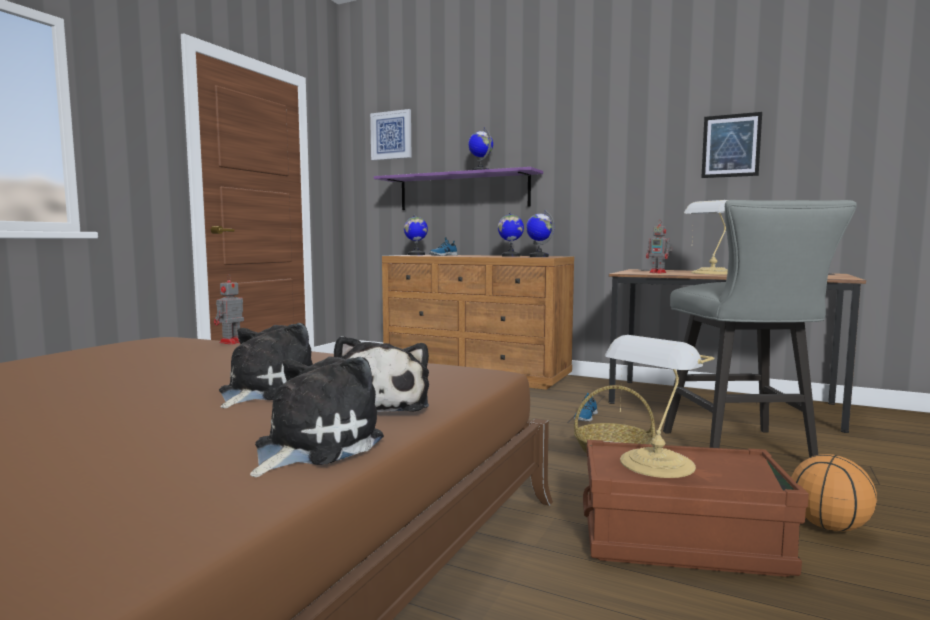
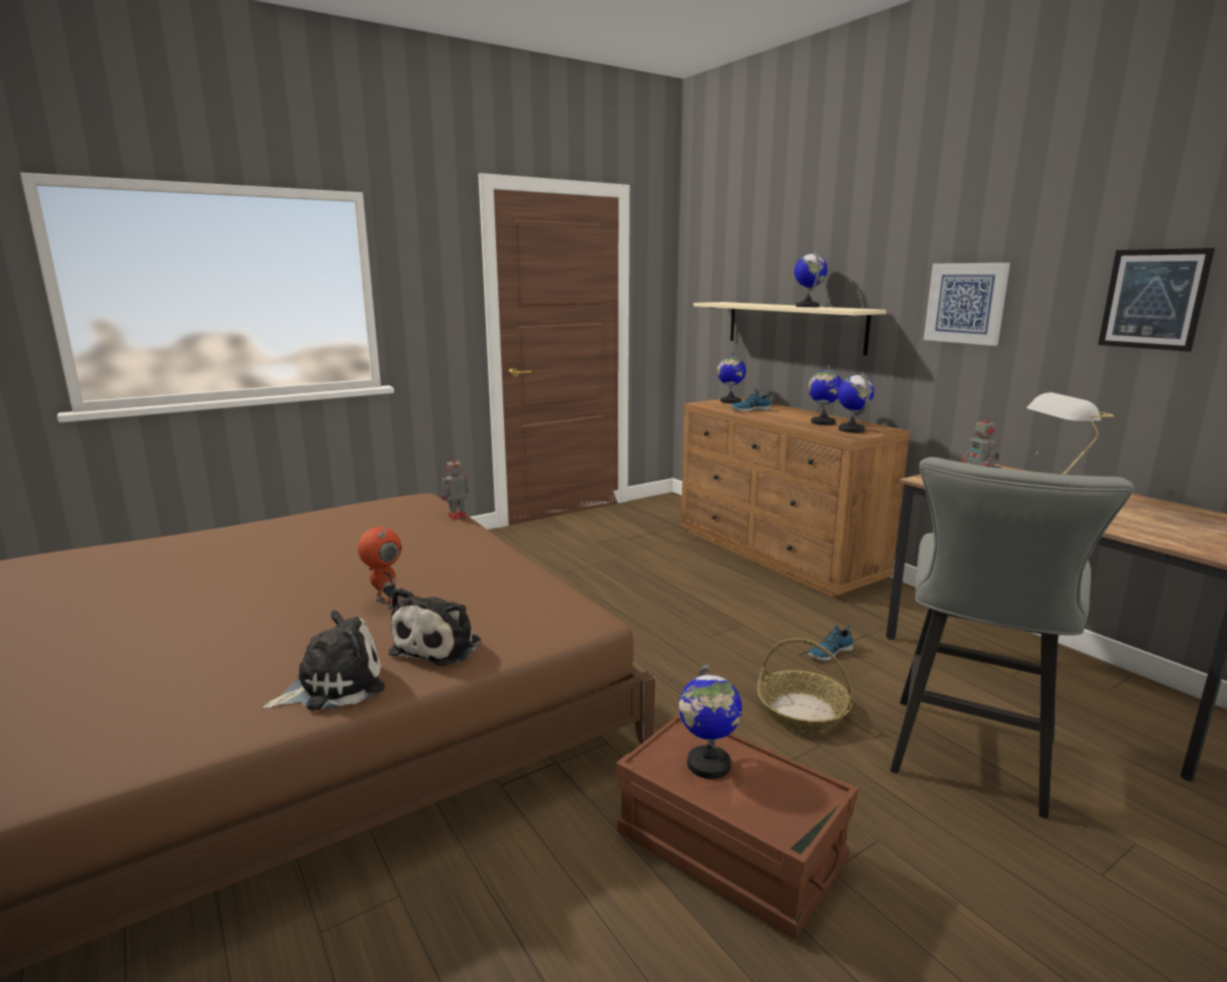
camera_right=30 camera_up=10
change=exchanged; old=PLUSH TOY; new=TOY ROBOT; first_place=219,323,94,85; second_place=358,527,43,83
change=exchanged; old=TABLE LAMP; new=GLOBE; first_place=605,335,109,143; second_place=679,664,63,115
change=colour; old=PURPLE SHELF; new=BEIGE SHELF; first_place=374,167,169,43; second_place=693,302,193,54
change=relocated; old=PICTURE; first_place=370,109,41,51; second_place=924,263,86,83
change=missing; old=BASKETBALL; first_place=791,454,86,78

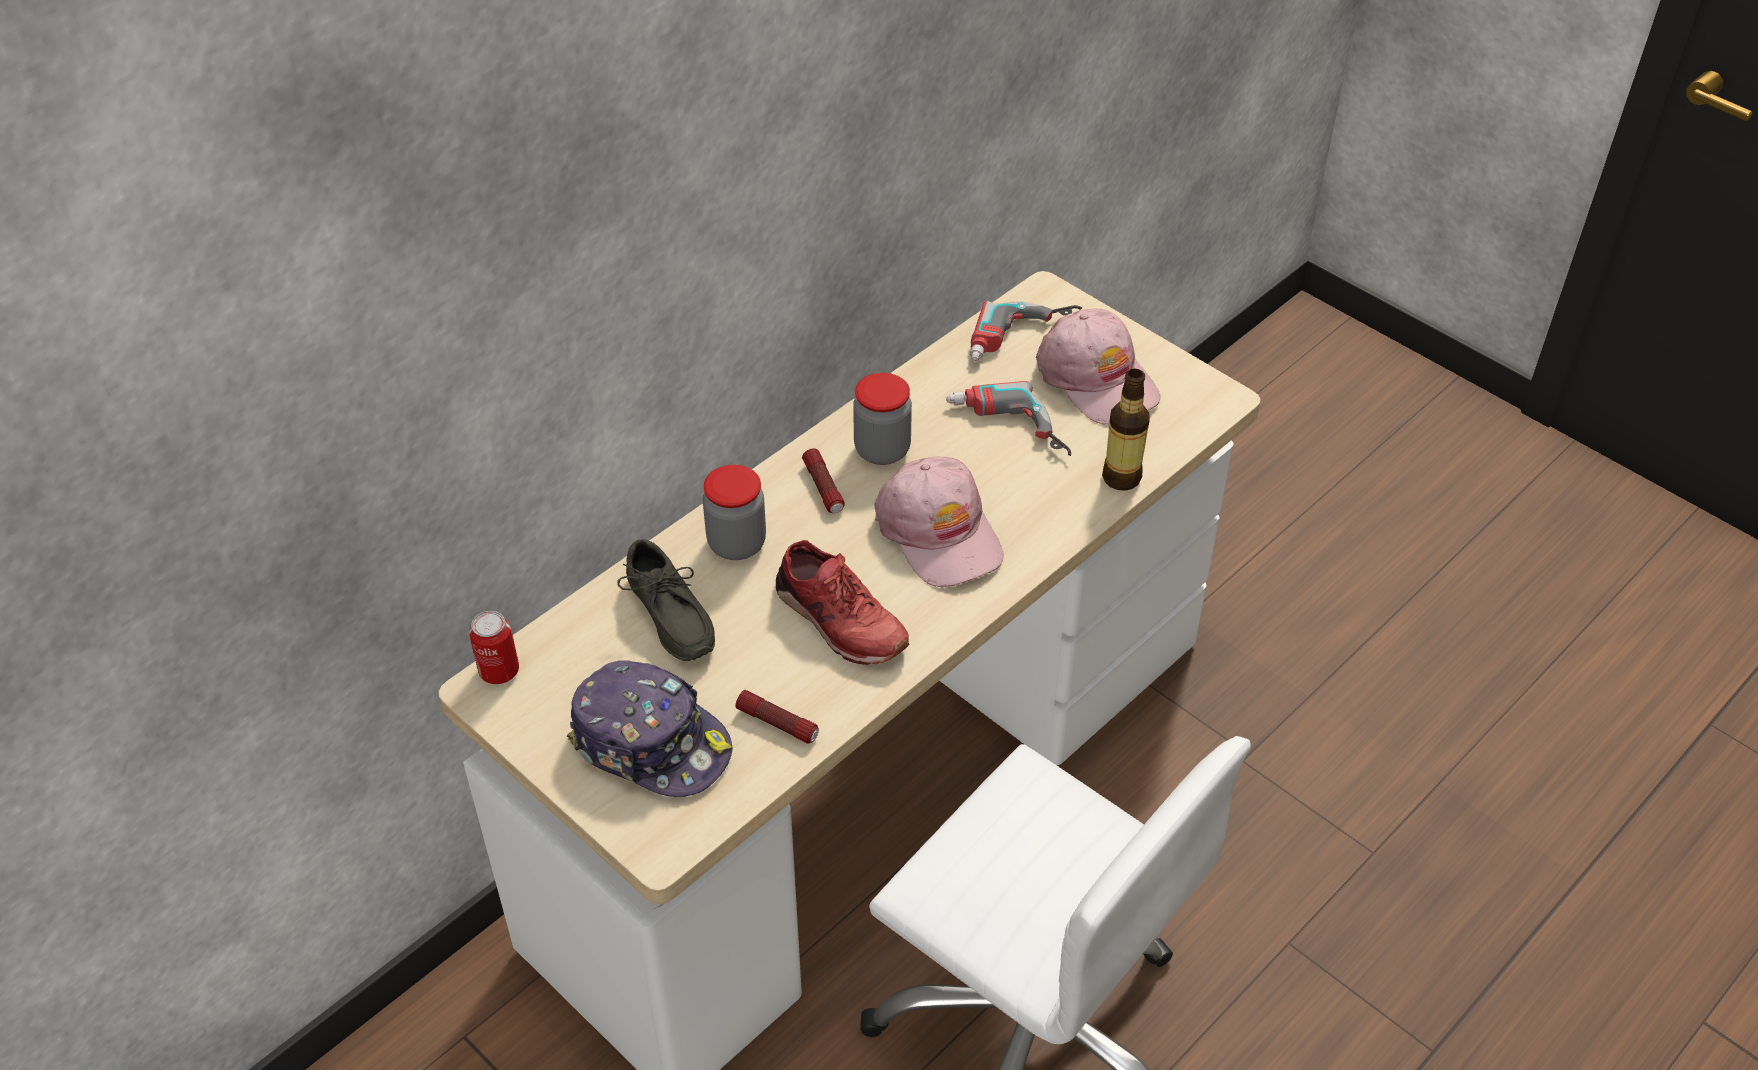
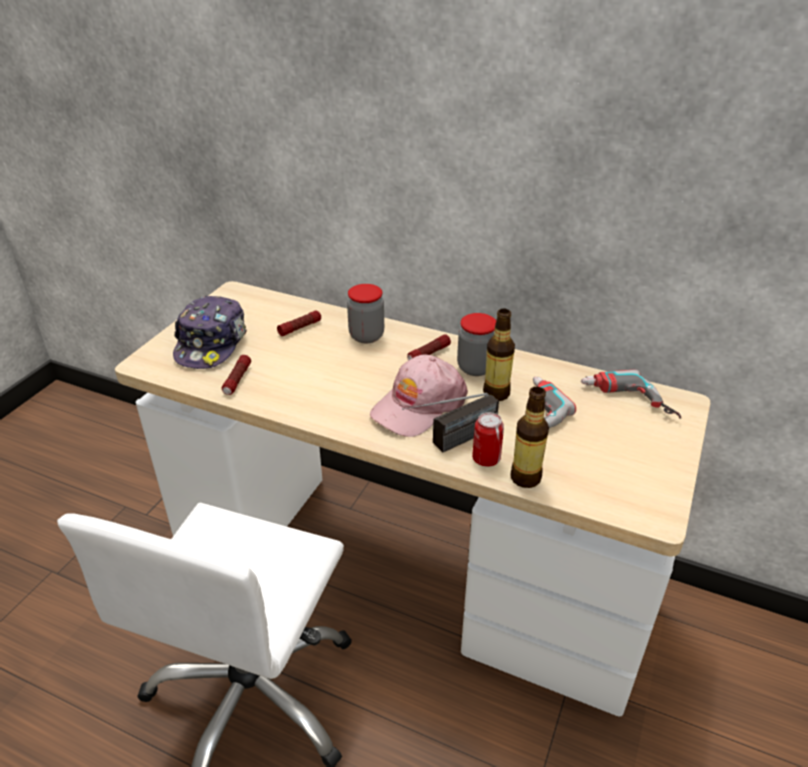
camera_right=70 camera_up=-10
change=exchanged; old=GREY SHOE; new=FLASHLIGHT; first_place=617,539,98,122; second_place=277,310,44,26
change=appeared; new=RADIO; second_place=402,393,97,59
change=relocated; old=CAN; first_place=469,611,50,73; second_place=472,412,32,55
change=appeared; new=BOTTLE; second_place=483,309,32,92
change=missing; old=RED SHOE; first_place=776,540,133,125
change=missing; old=PINK CAP; first_place=1036,309,124,116

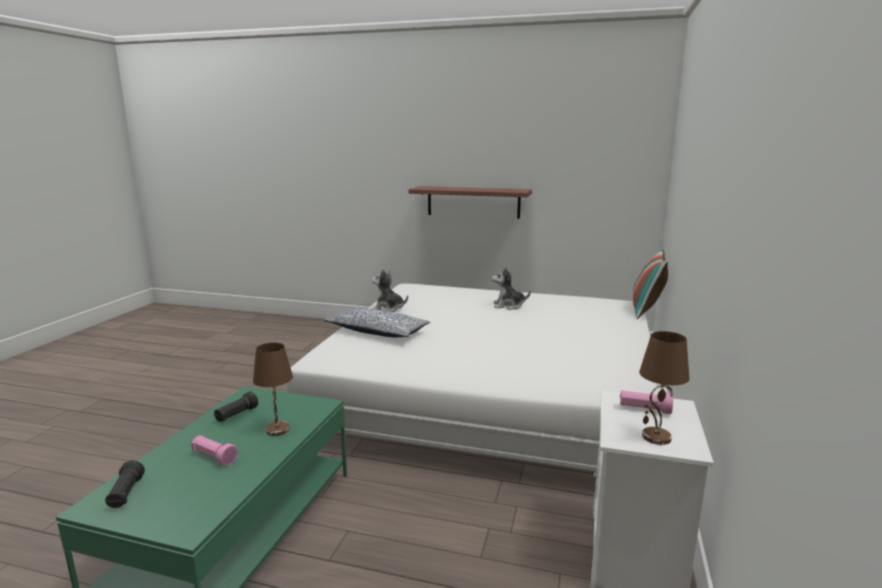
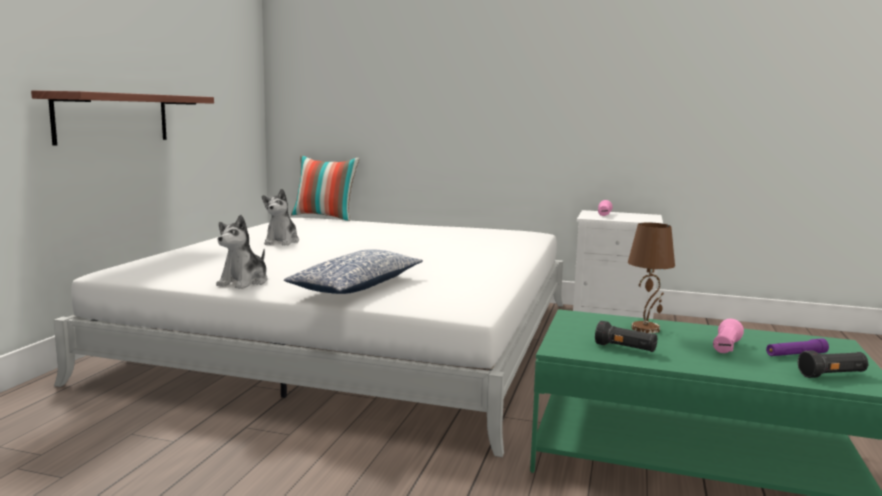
camera_right=-90 camera_up=-5
change=appeared; new=PURPLE FLASHLIGHT; second_place=766,338,63,18
change=missing; old=BROWN TABLE LAMP; first_place=639,331,50,114

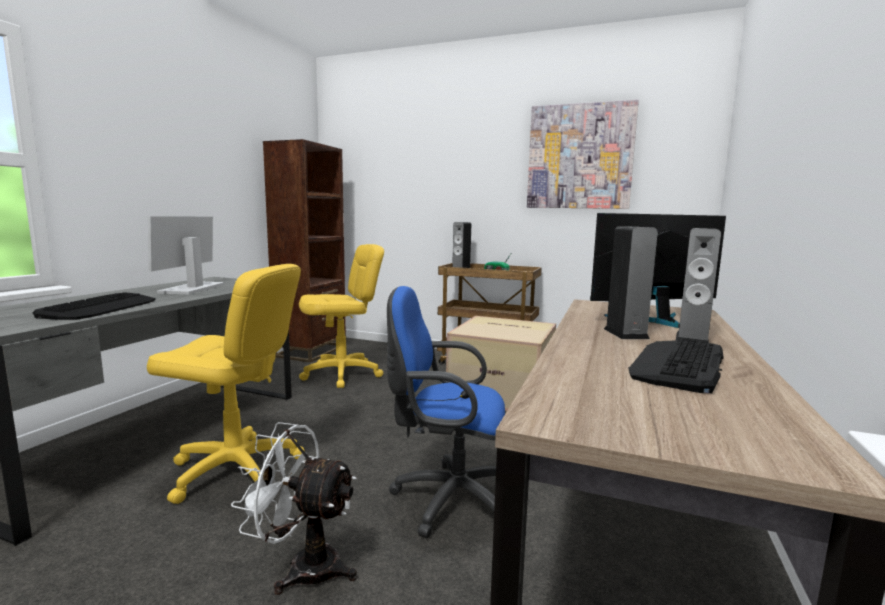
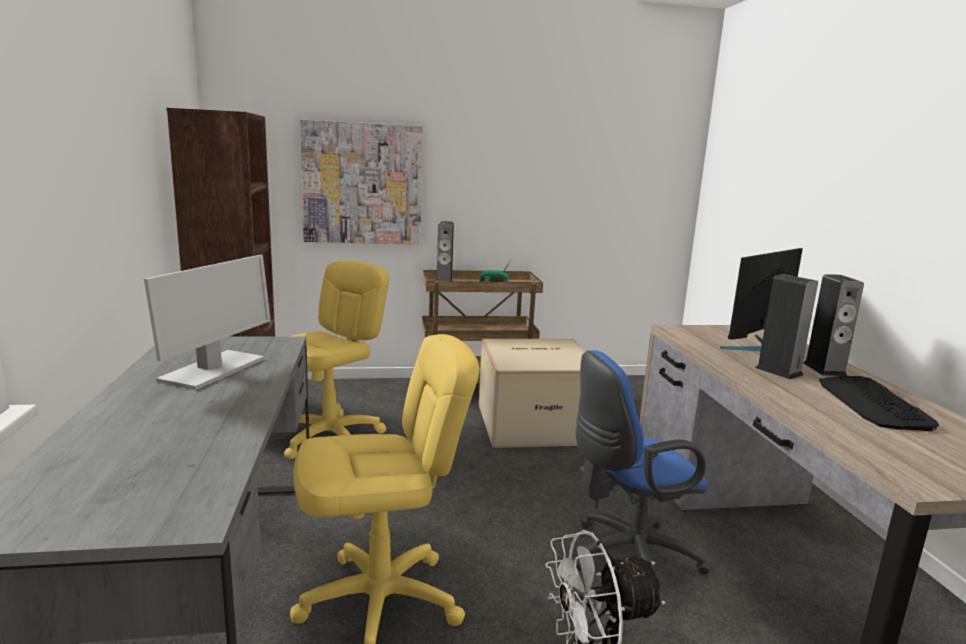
camera_right=-30 camera_up=5
change=spun; old=MONITOR; first_place=148,216,77,78; second_place=144,255,127,135; degrees=-135
change=relocated; old=PICTURE; first_place=527,100,112,109; second_place=300,119,123,125
change=missing; old=KEYBOARD; first_place=33,292,123,28

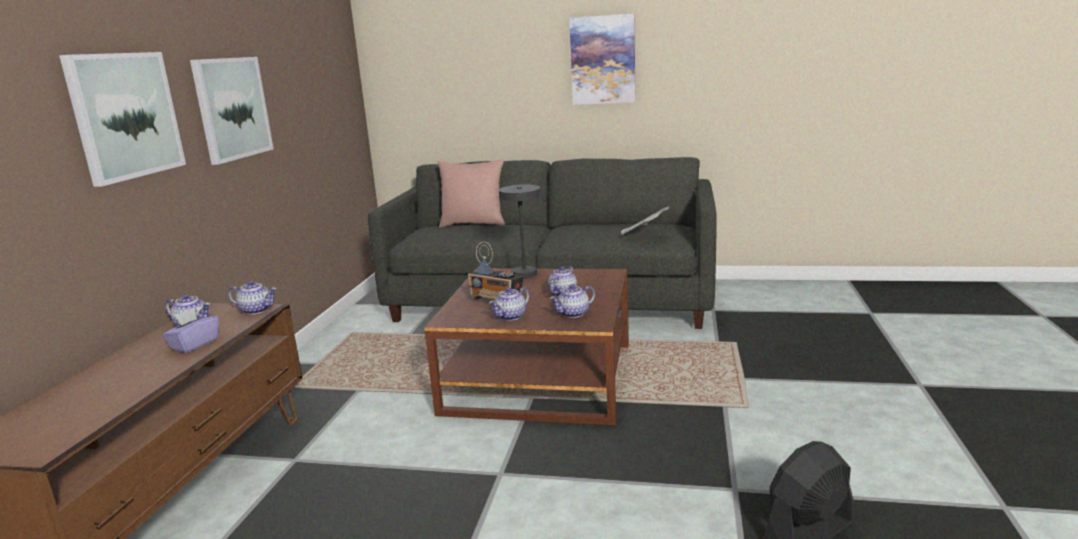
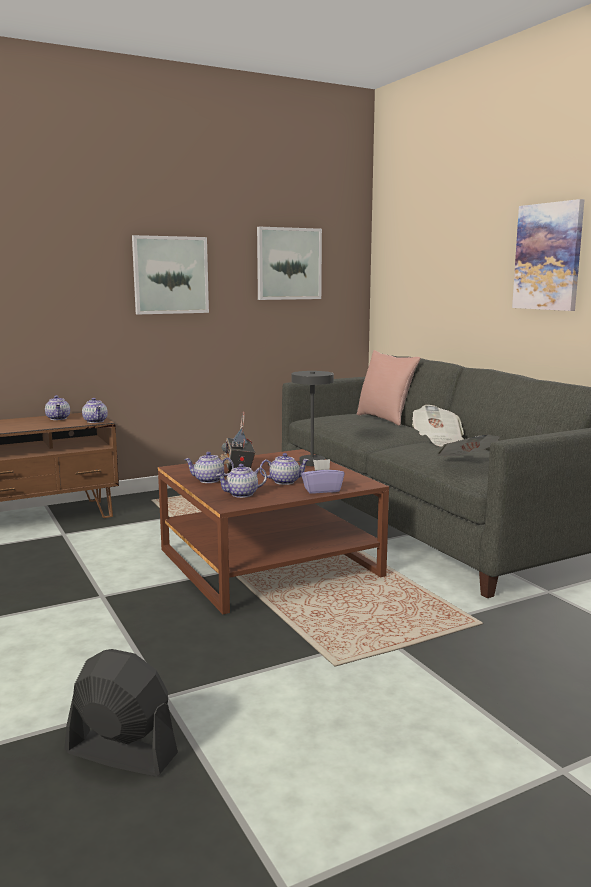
camera_right=50 camera_up=-5
change=spun; old=TEAPOT; first_place=550,284,45,34; second_place=216,464,51,34; degrees=-45
change=relocated; old=PICTURE; first_place=59,52,127,135; second_place=257,227,65,73
change=relocated; old=PURPLE TISSUE BOX; first_place=162,308,57,45; second_place=301,459,43,35
change=appeared; new=NEWSPAPER; second_place=412,405,52,41

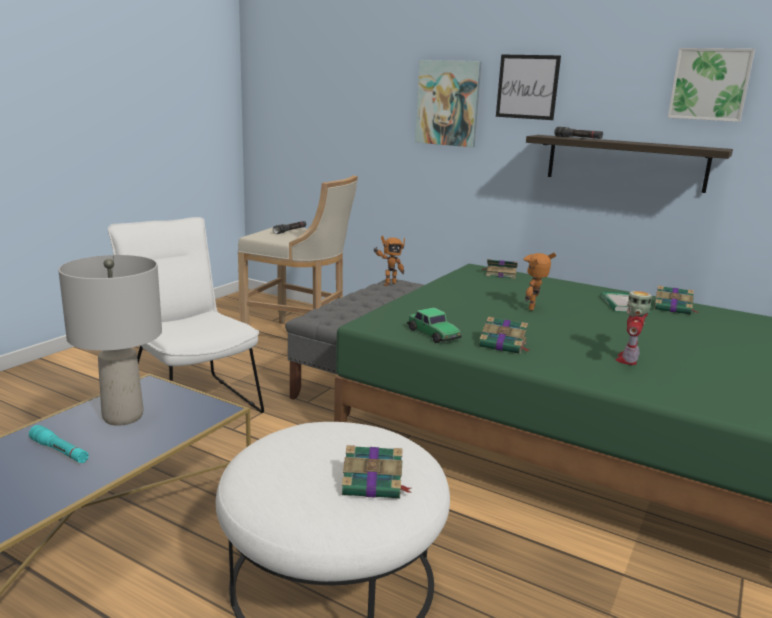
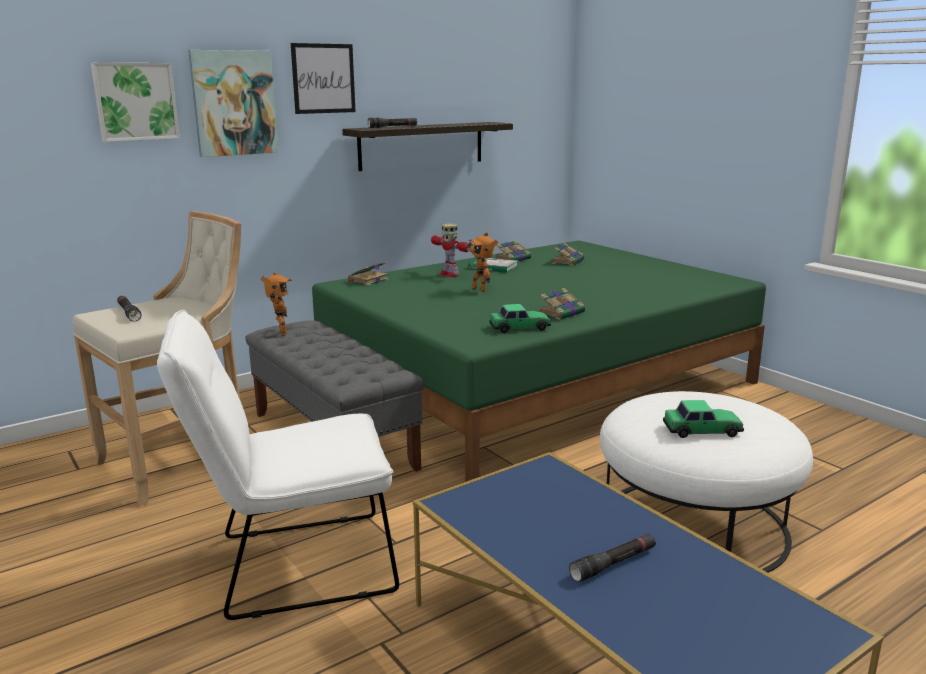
camera_right=-65 camera_up=0
change=relocated; old=PICTURE; first_place=668,48,87,74; second_place=91,63,89,79
change=relocated; old=TOY ROBOT; first_place=616,291,36,74; second_place=431,223,39,54
change=relocated; old=BOOK; first_place=342,445,70,54; second_place=551,243,33,23
change=colour; old=TURQUOISE FLASHLIGHT; new=BLACK FLASHLIGHT; first_place=29,425,60,38; second_place=569,533,87,49
change=appeared; new=TOY CAR; second_place=663,400,81,38
change=missing; old=GREY TABLE LAMP; first_place=58,255,104,171

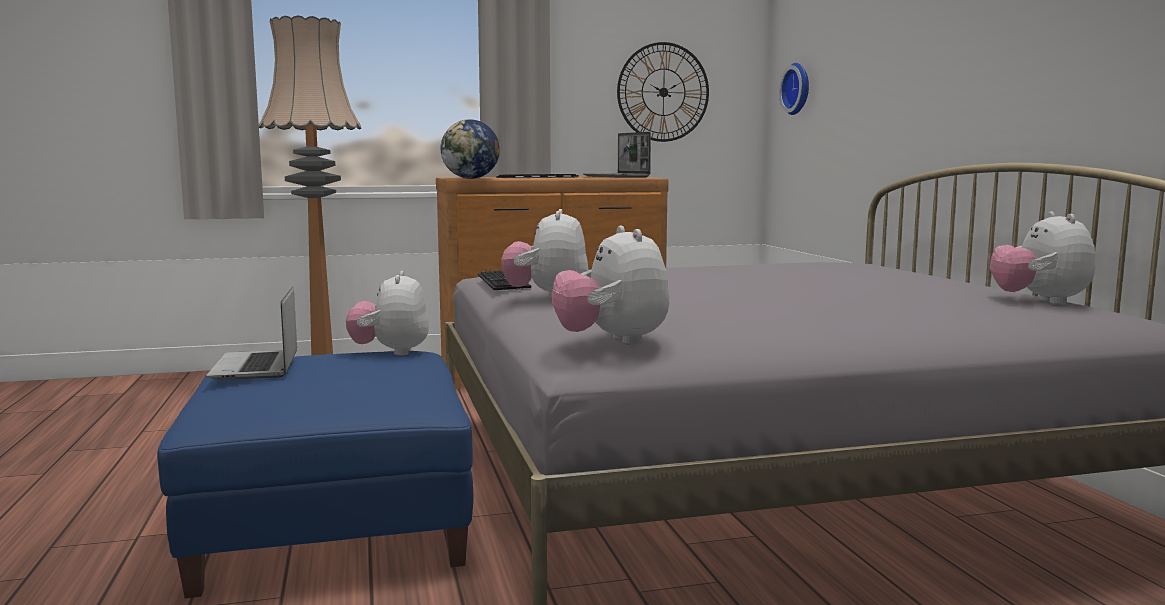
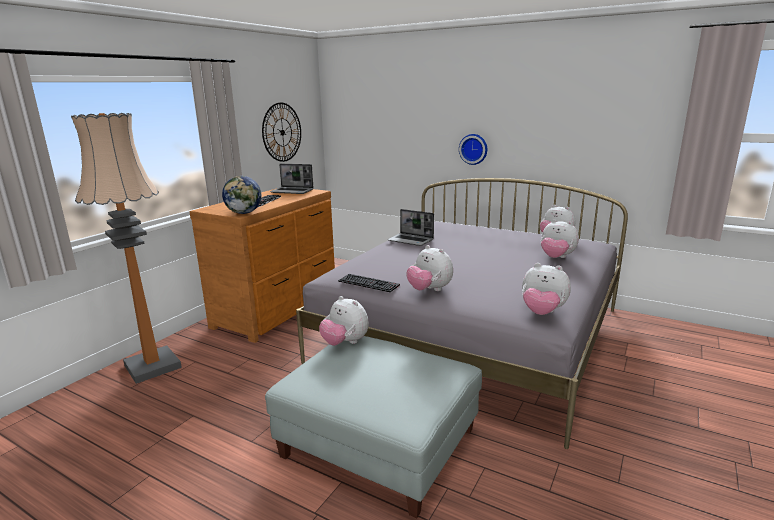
camera_right=-45 camera_up=10
change=colour; old=BLUE OTTOMAN; new=GREY OTTOMAN; first_place=157,351,317,247; second_place=265,336,217,182
change=relocated; old=LAPTOP; first_place=206,287,91,93; second_place=387,209,47,37
change=relocated; old=WALL CLOCK; first_place=779,63,30,52; second_place=459,134,28,31
change=appeared; new=PLUSH TOY; second_place=541,219,38,39

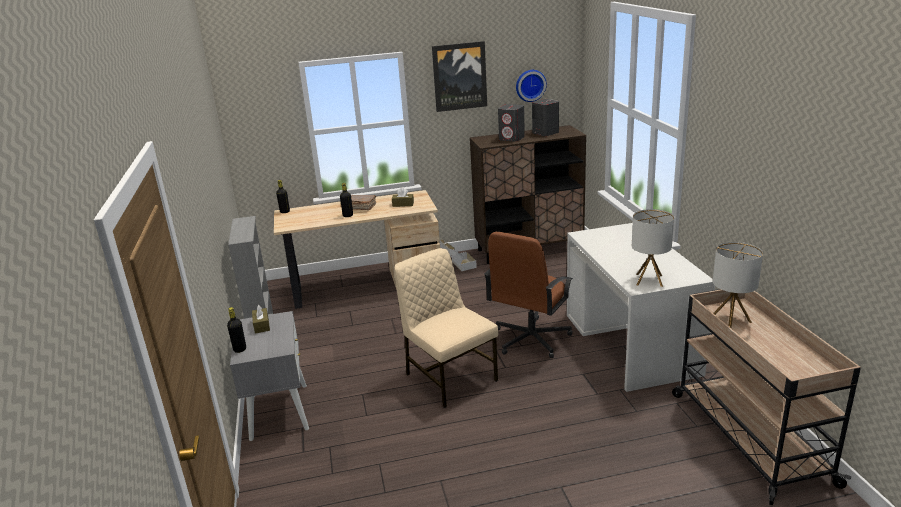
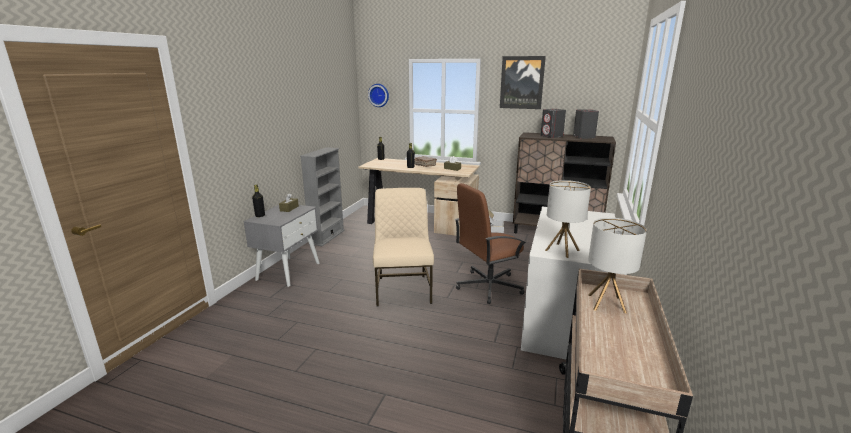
camera_right=30 camera_up=-5
change=relocated; old=WALL CLOCK; first_place=516,70,31,32; second_place=368,84,21,23

